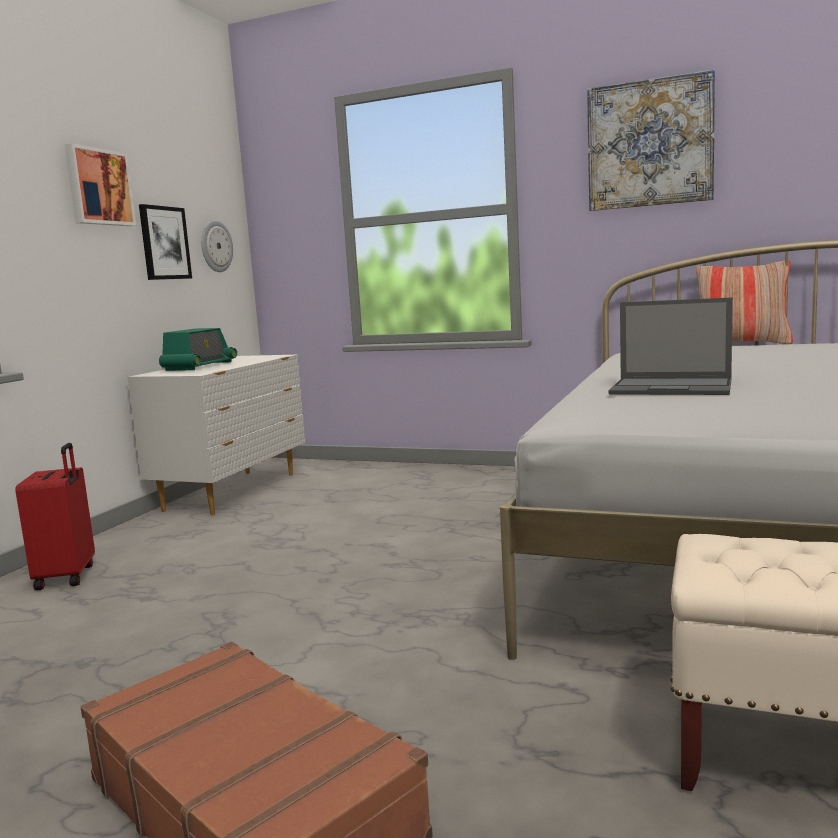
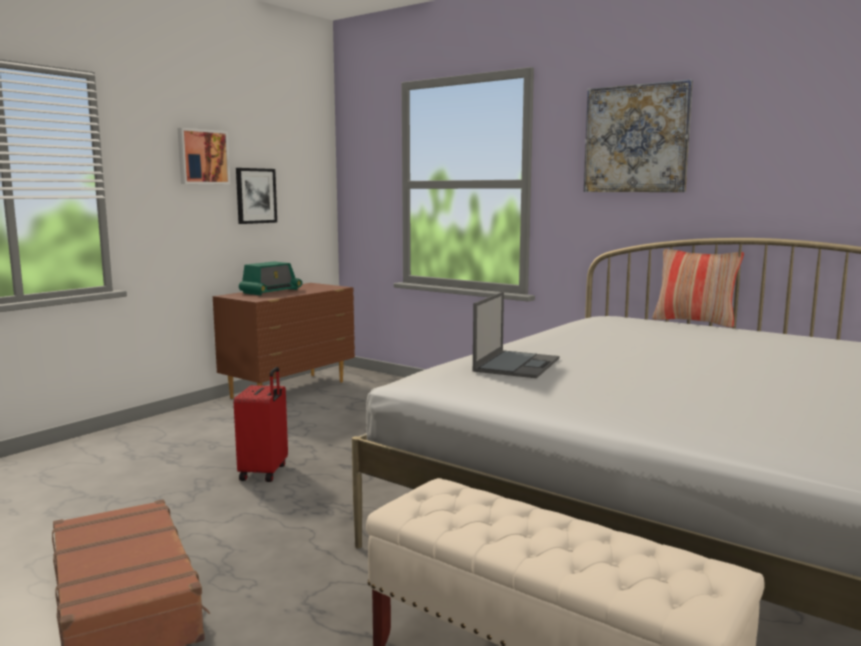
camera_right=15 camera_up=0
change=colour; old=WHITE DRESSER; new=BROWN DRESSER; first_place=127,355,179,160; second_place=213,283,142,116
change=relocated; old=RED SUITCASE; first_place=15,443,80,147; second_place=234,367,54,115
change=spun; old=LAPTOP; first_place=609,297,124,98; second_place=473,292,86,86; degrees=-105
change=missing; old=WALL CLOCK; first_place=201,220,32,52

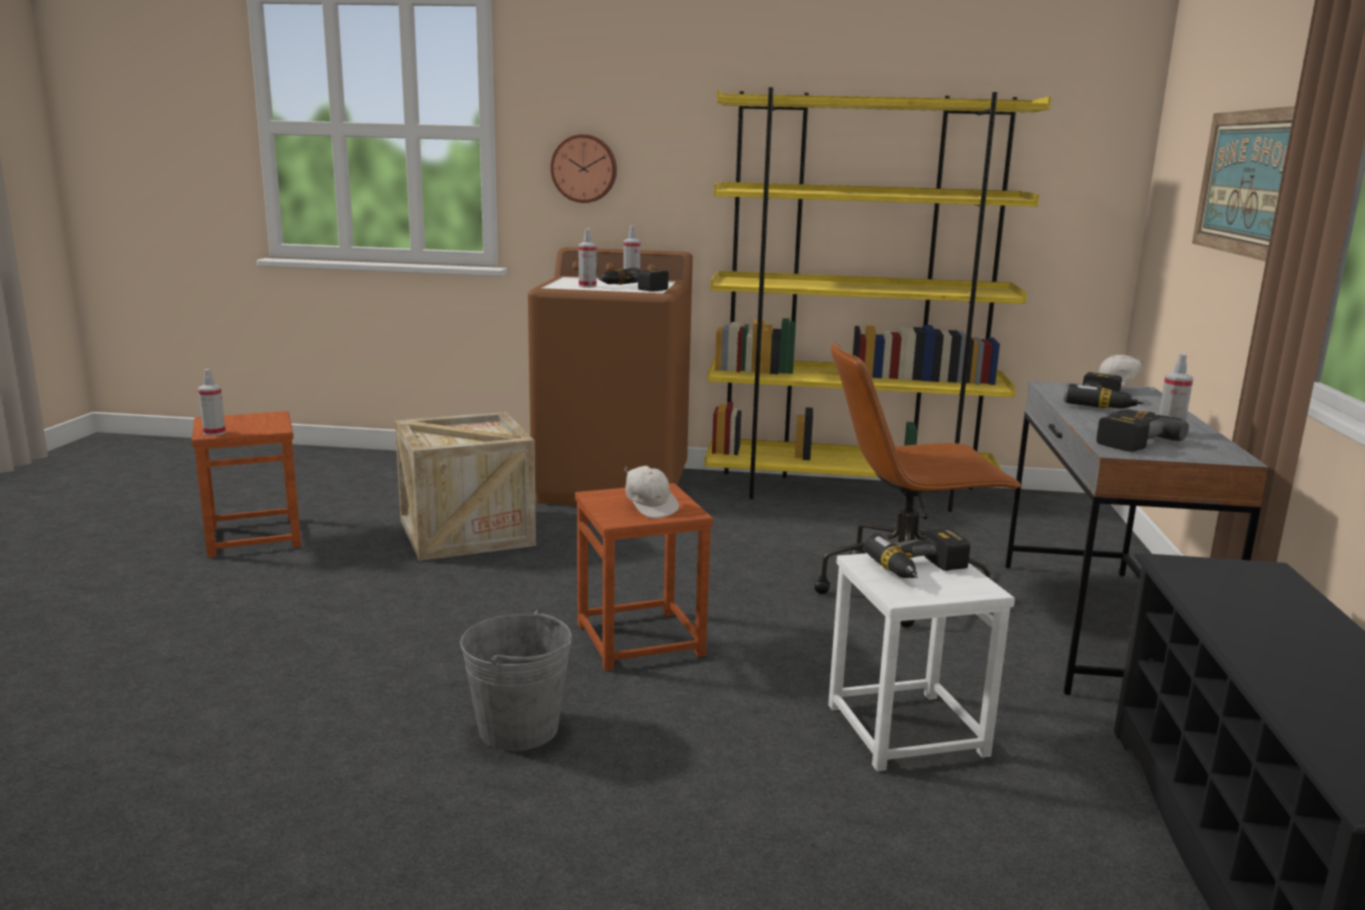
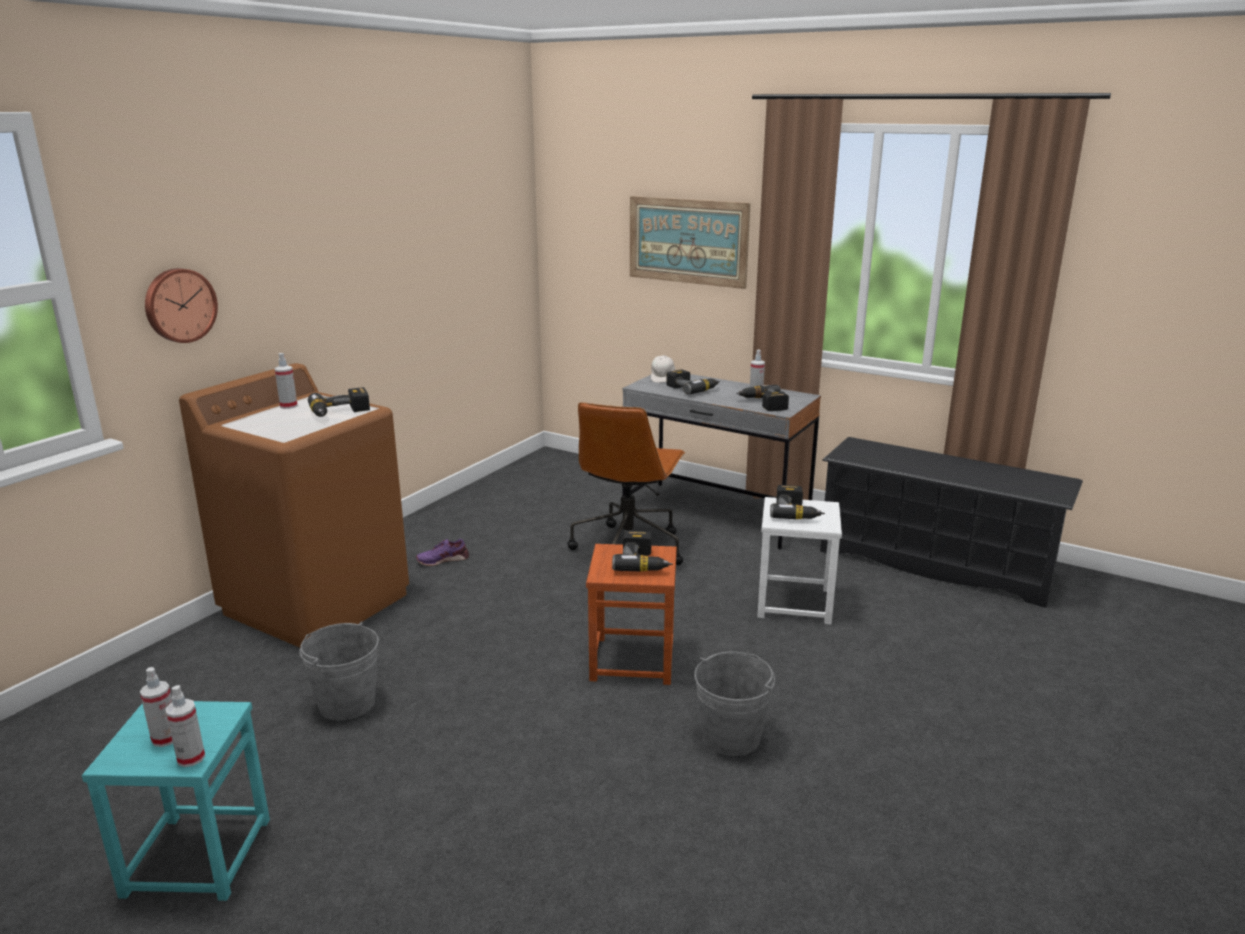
camera_right=-65 camera_up=5
change=colour; old=BROWN STOOL; new=TURQUOISE STOOL; first_place=192,411,109,147; second_place=82,701,188,200
change=relocated; old=SPRAY BOTTLE; first_place=579,228,18,60; second_place=140,667,33,80
change=exchanged; old=CRATE; new=GREY BUCKET; first_place=395,412,141,149; second_place=300,622,79,99
change=appeared; new=PURPLE SHOE; second_place=416,539,53,27
change=exchanged; old=WHITE CAP; new=POWER DRILL; first_place=624,466,55,53; second_place=612,531,61,41
change=missing; old=YELLOW BOOKCASE; first_place=705,87,346,425

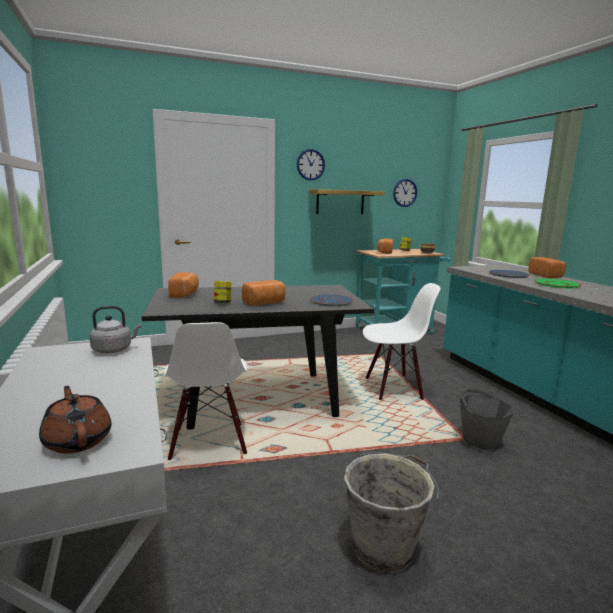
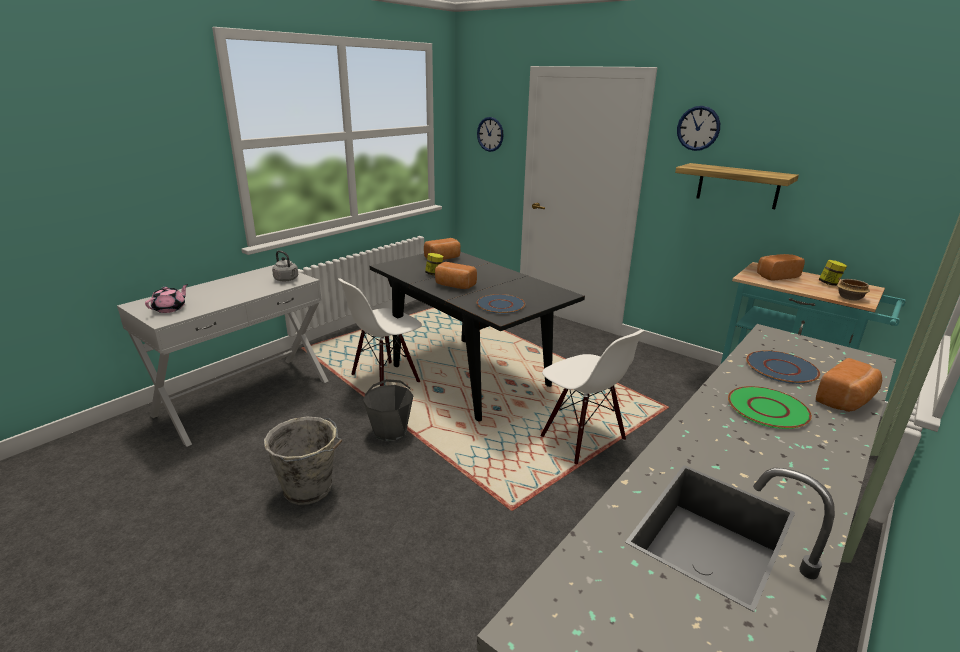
camera_right=60 camera_up=10
change=colour; old=BROWN TEAPOT; new=PINK TEAPOT; first_place=39,386,73,68; second_place=145,284,43,29
change=relocated; old=GREY BUCKET; first_place=460,390,53,62; second_place=363,379,51,62
change=relocated; old=WALL CLOCK; first_place=393,179,24,28; second_place=477,117,27,35

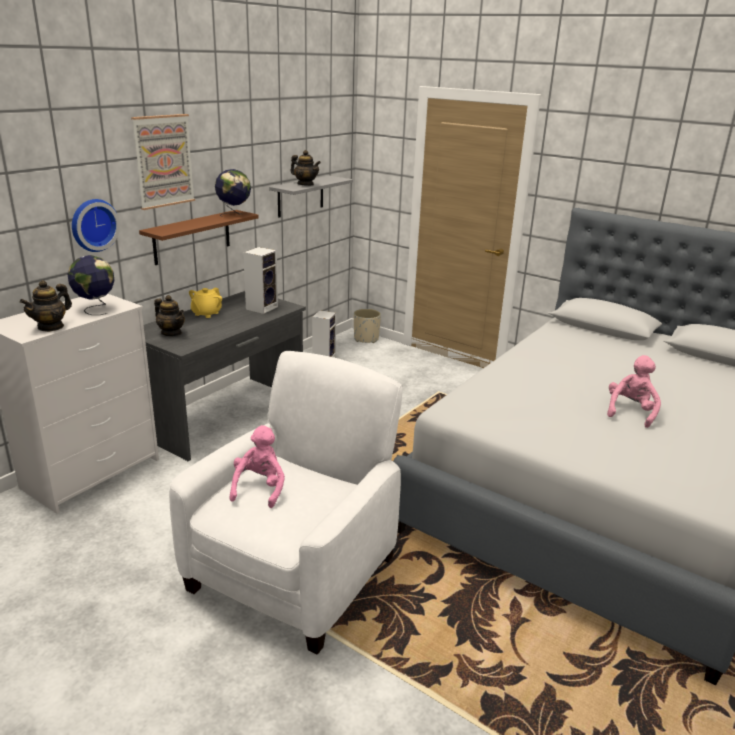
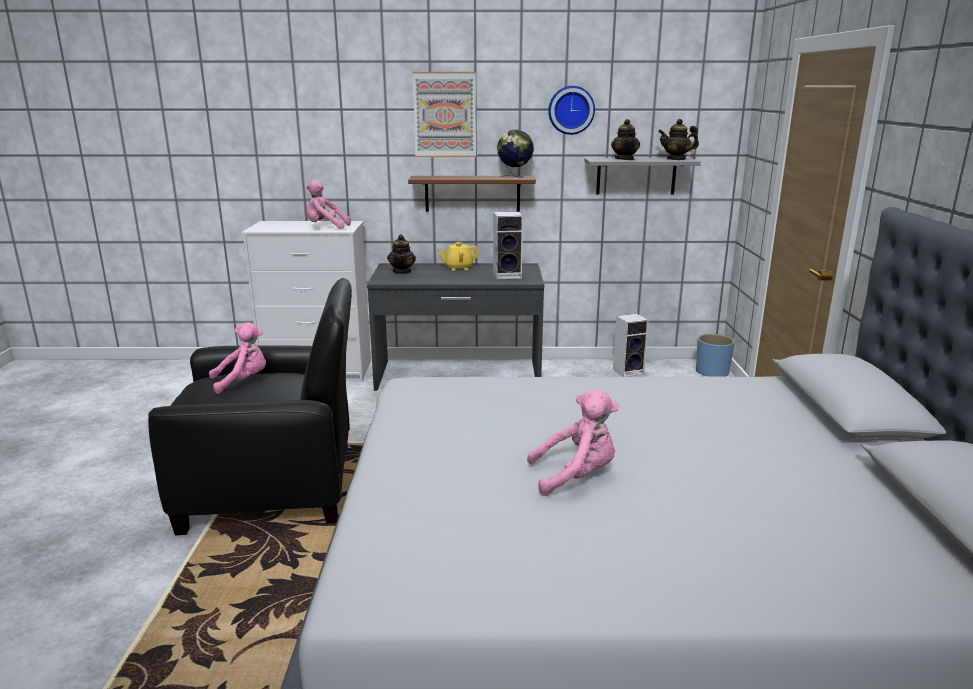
camera_right=55 camera_up=-5
change=colour; old=WHITE ARMCHAIR; new=BLACK ARMCHAIR; first_place=169,351,234,304; second_place=148,278,204,258
change=exchanged; old=GLOBE; new=PINK PLUSH TOY; first_place=68,255,46,60; second_place=306,180,45,49
change=relocated; old=WALL CLOCK; first_place=72,199,48,53; second_place=548,86,47,49
change=relocated; old=TEAPOT; first_place=20,280,52,52; second_place=658,119,41,41
change=colour; old=BEIGE PLANTER; new=BLUE PLANTER; first_place=354,309,27,34; second_place=696,334,39,43

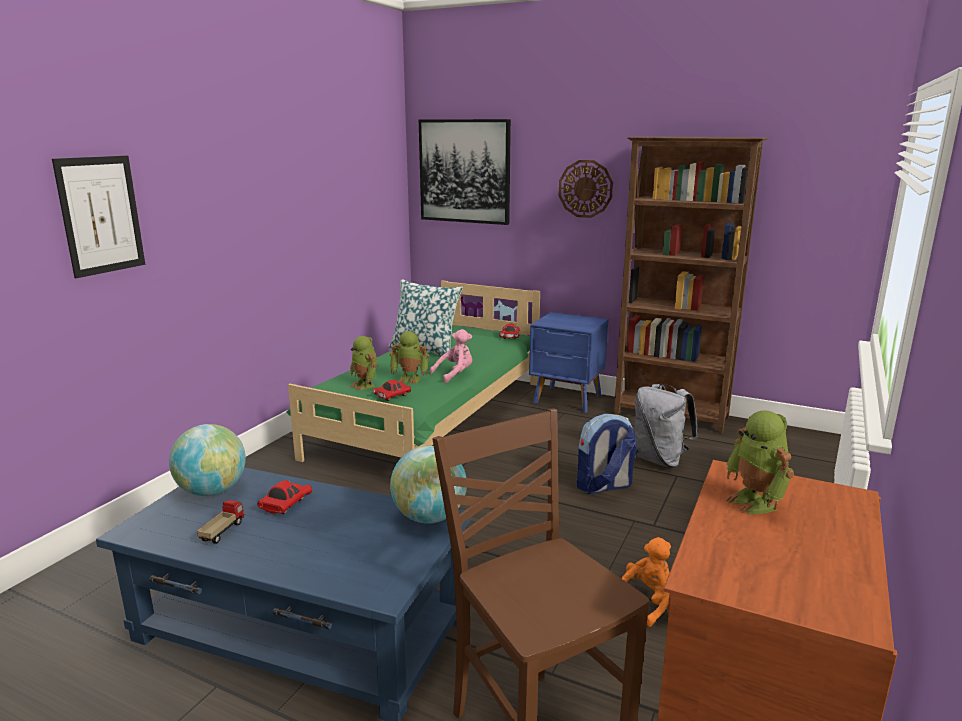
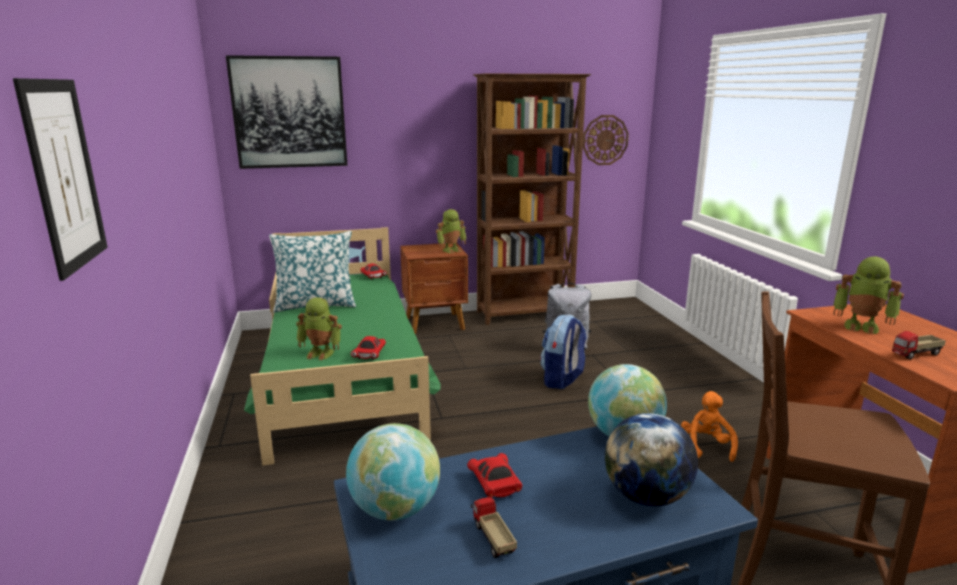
camera_right=-40 camera_up=0
change=colour; old=BLUE NIGHTSTAND; new=BROWN NIGHTSTAND; first_place=529,312,79,101; second_place=400,243,68,91
change=relocated; old=TOY ROBOT; first_place=390,331,39,53; second_place=436,209,30,44
change=relocated; old=WALL CLOCK; first_place=558,160,55,58; second_place=583,115,46,50
change=appeared; new=GLOBE; second_place=605,413,93,94
change=appeared; new=TOY TRUCK; second_place=892,331,54,29
change=missing; old=PINK PLUSH TOY; first_place=430,329,42,54

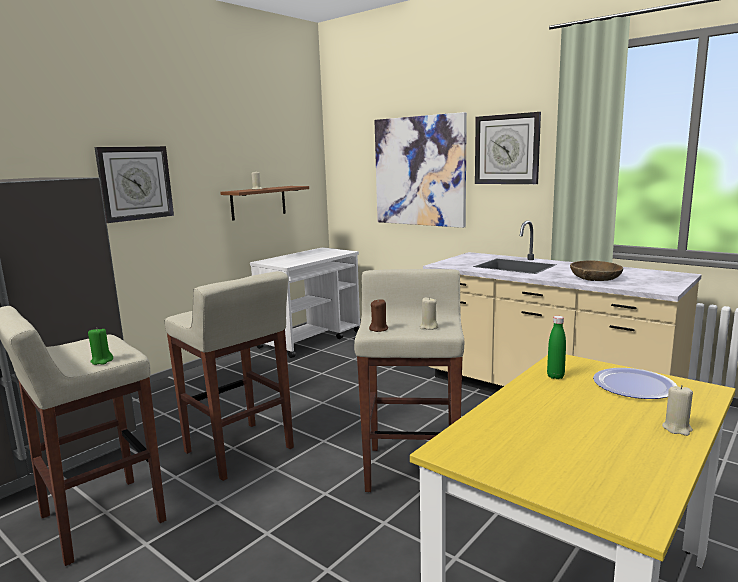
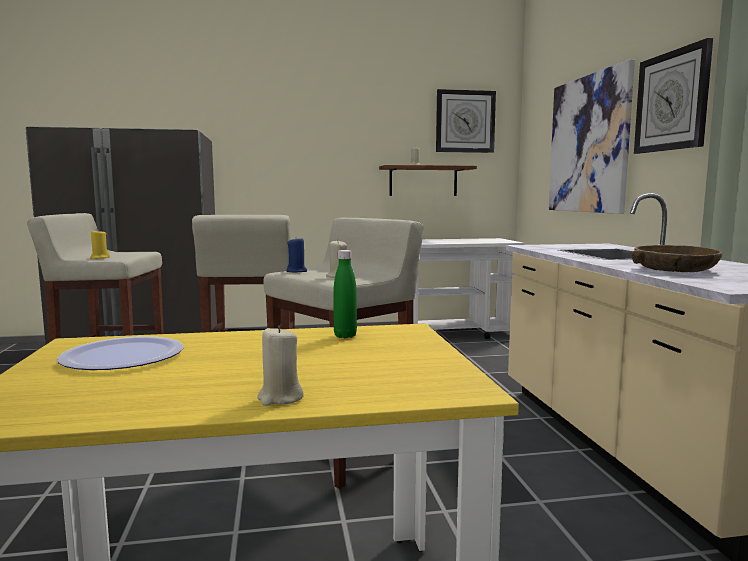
camera_right=40 camera_up=-5
change=relocated; old=PLATE; first_place=593,368,84,31; second_place=57,336,126,34
change=colour; old=GREEN CANDLE; new=YELLOW CANDLE; first_place=88,327,25,38; second_place=90,230,20,29
change=colour; old=BROWN CANDLE; new=BLUE CANDLE; first_place=369,299,19,33; second_place=286,239,21,34
change=relocated; old=WALL CLOCK; first_place=95,146,79,77; second_place=436,89,60,64

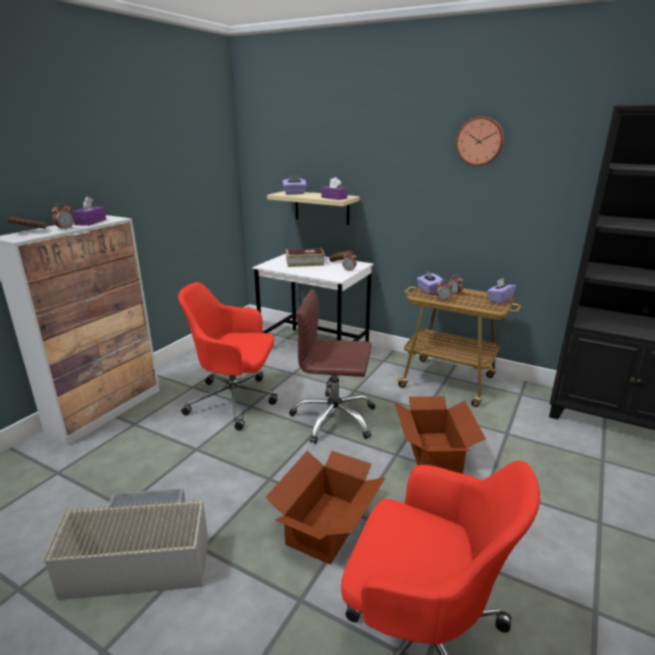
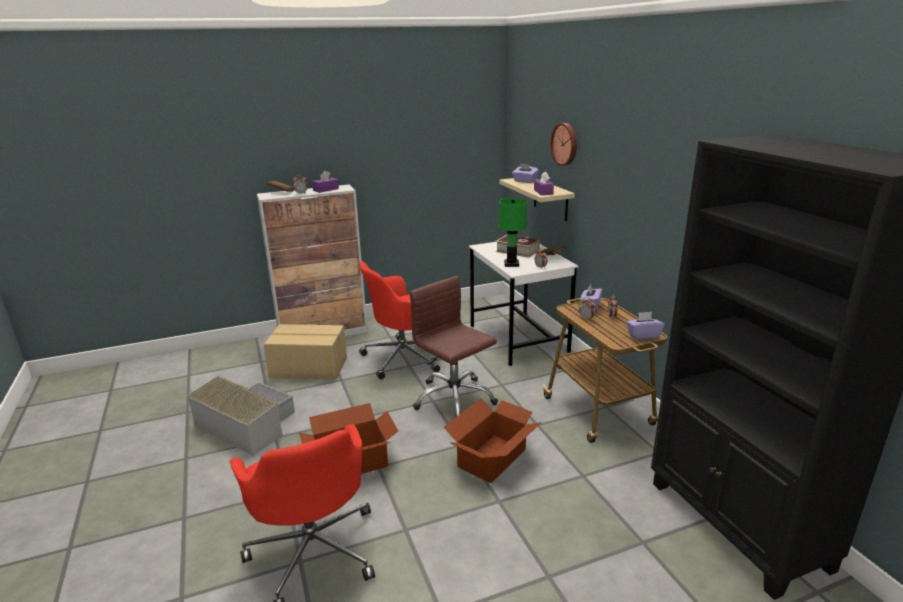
camera_right=40 camera_up=0
change=appeared; new=CARDBOARD BOX; second_place=264,324,83,55
change=spun; old=RED OFFICE CHAIR; first_place=178,282,99,148; second_place=359,261,81,118; degrees=-75
change=appeared; new=GREEN TABLE LAMP; second_place=499,198,28,69
change=relocated; old=WALL CLOCK; first_place=456,117,48,49; second_place=551,123,26,43

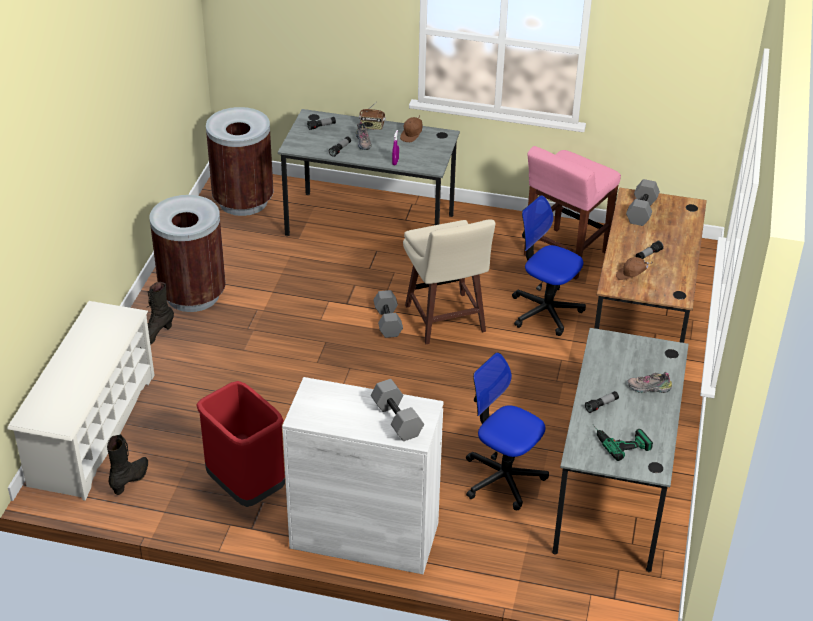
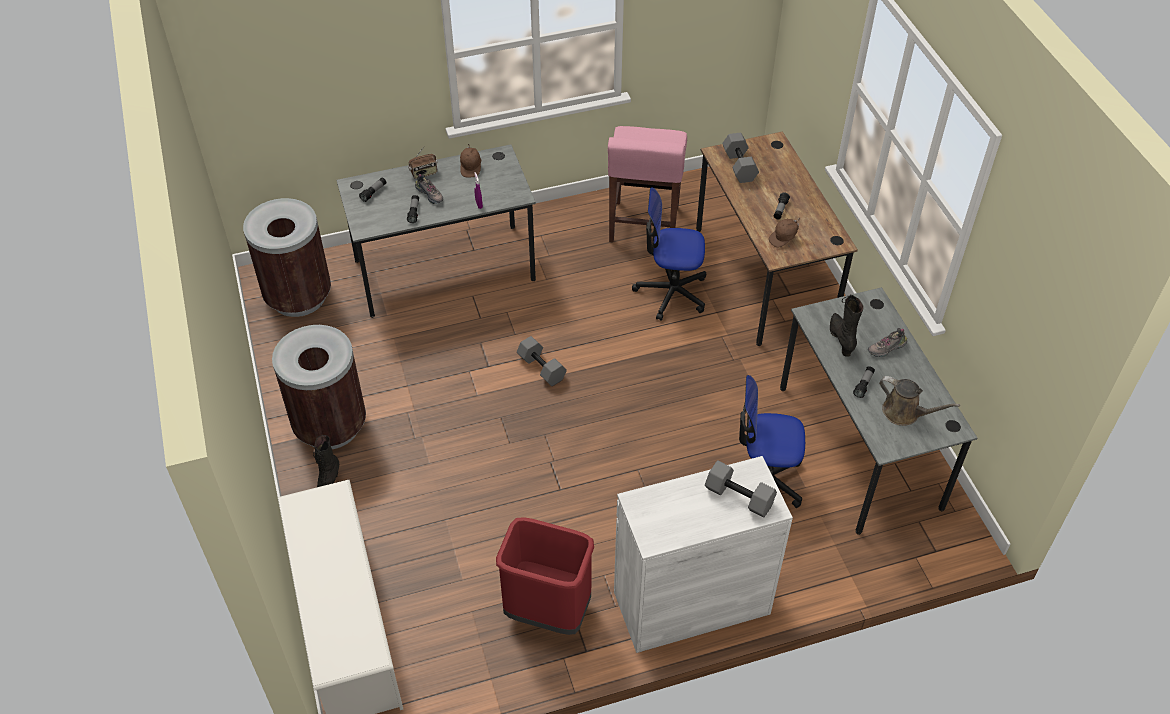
camera_right=-30 camera_up=10
change=relocated; old=BLACK BOOT; first_place=107,434,41,61; second_place=830,295,33,62
change=exchanged; old=POWER DRILL; new=BROWN WATERING CAN; first_place=593,425,60,36; second_place=879,376,81,50
change=missing; old=BEIGE STOOL; first_place=403,219,92,125

